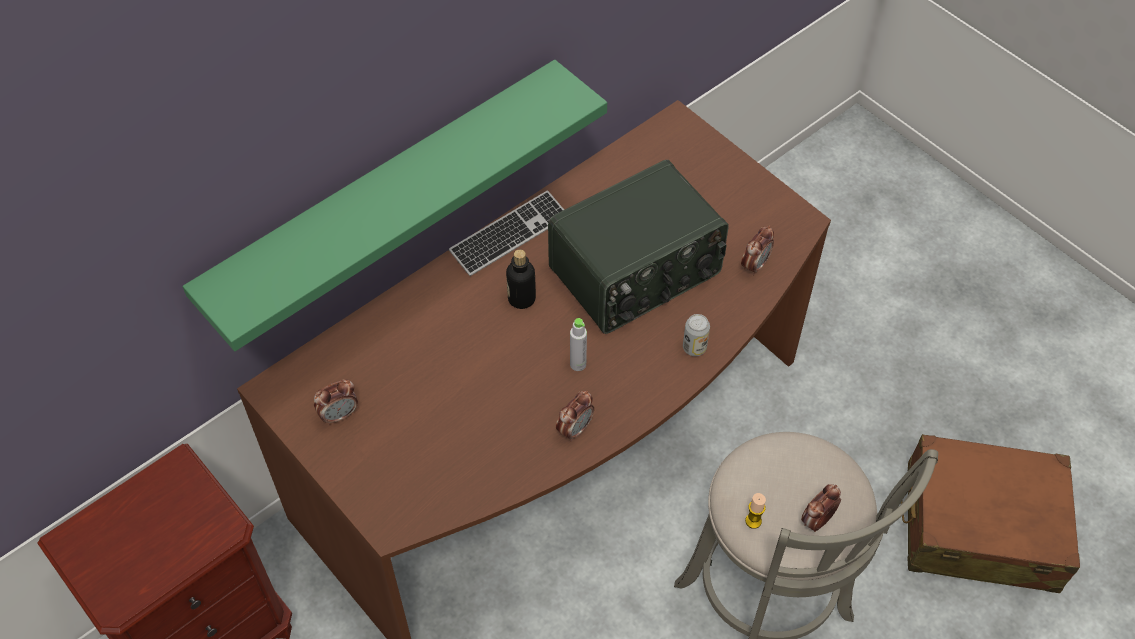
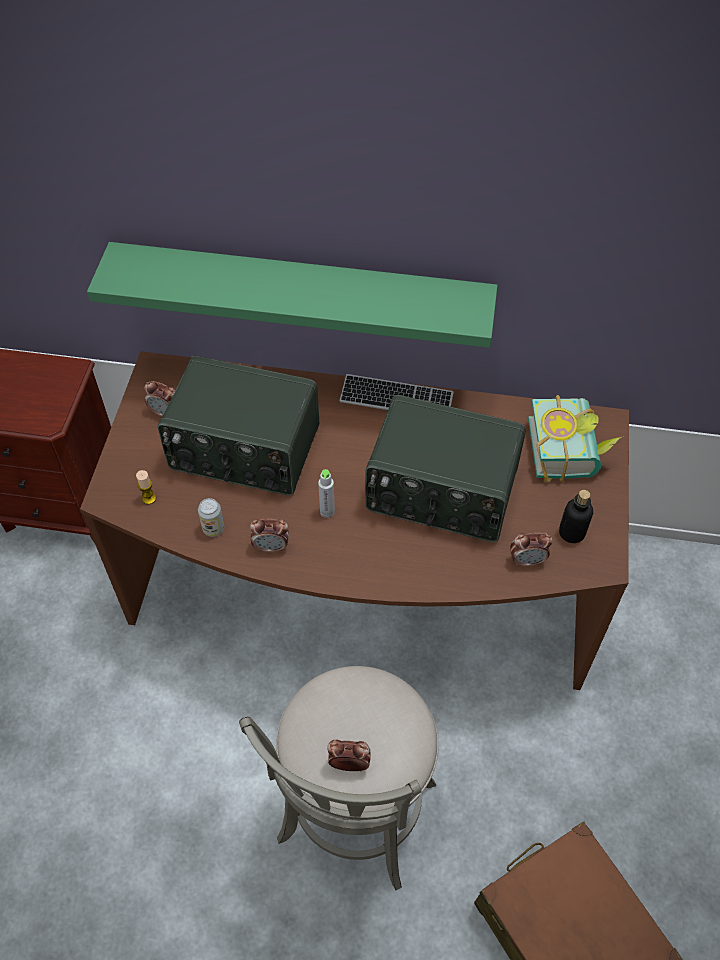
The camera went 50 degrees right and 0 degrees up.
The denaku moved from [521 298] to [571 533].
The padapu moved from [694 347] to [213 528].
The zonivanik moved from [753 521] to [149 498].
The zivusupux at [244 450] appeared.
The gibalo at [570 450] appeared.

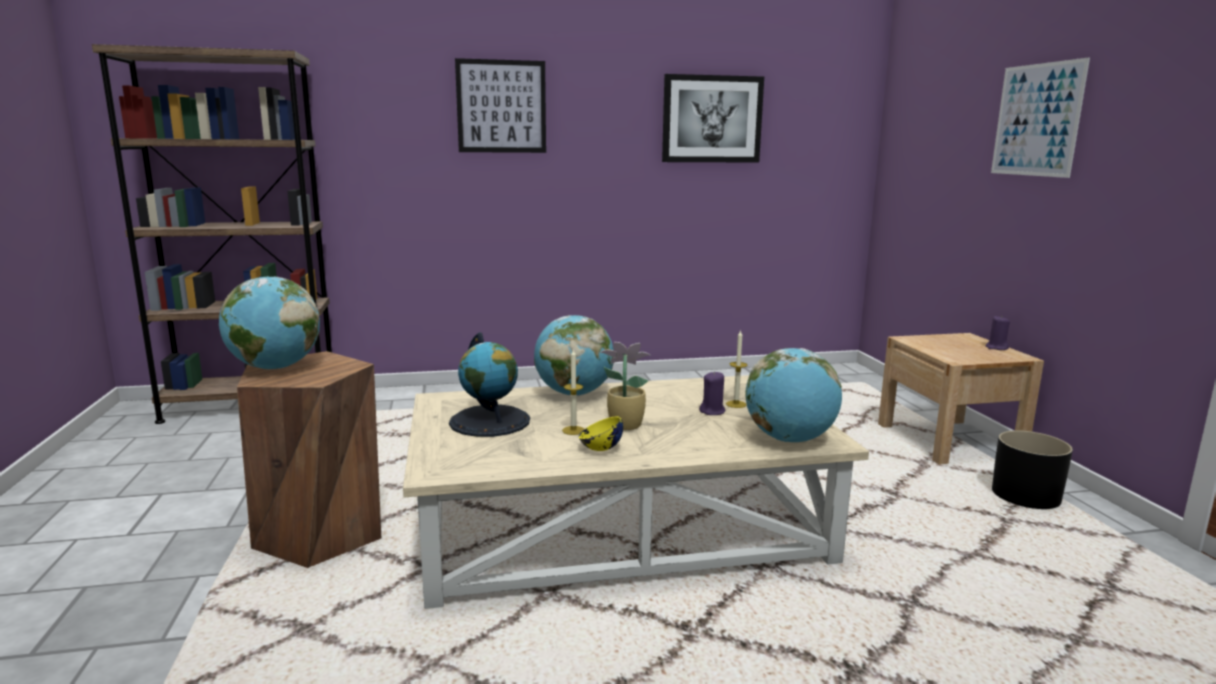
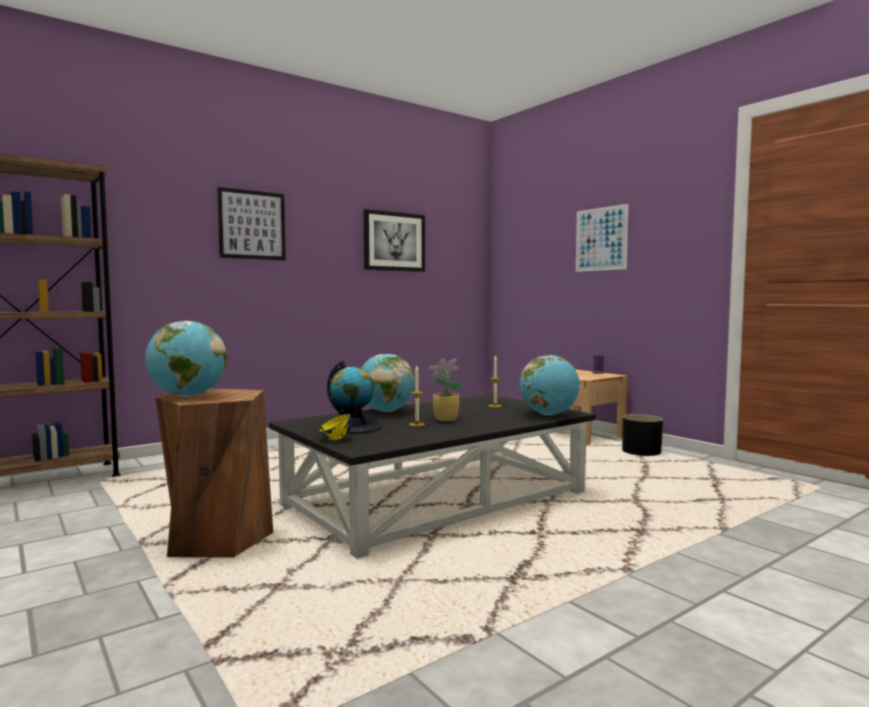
The camera went 25 degrees left and 10 degrees down.
The purple zonivanik at [712 411] disappeared.
The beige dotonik at [621 525] became the black dotonik at [437 498].
The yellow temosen moved from [600 449] to [335 439].

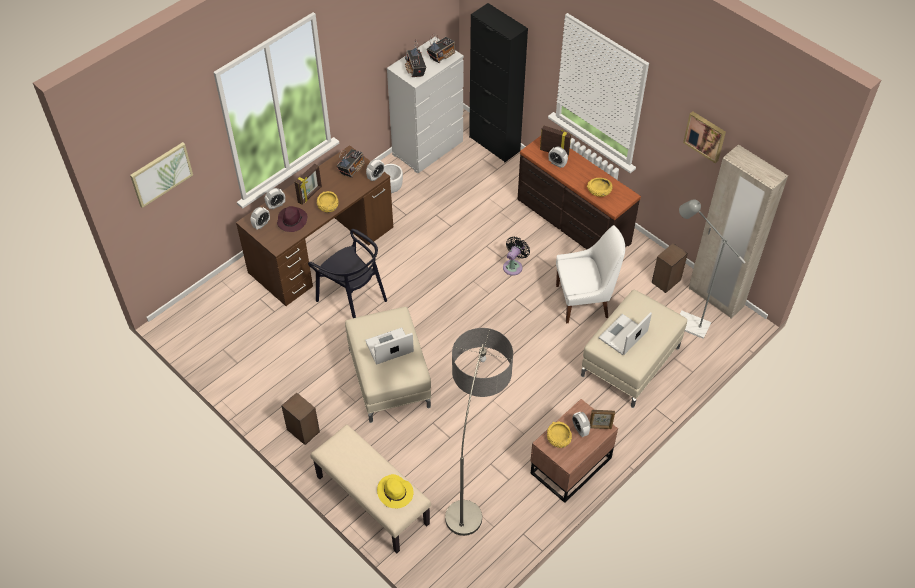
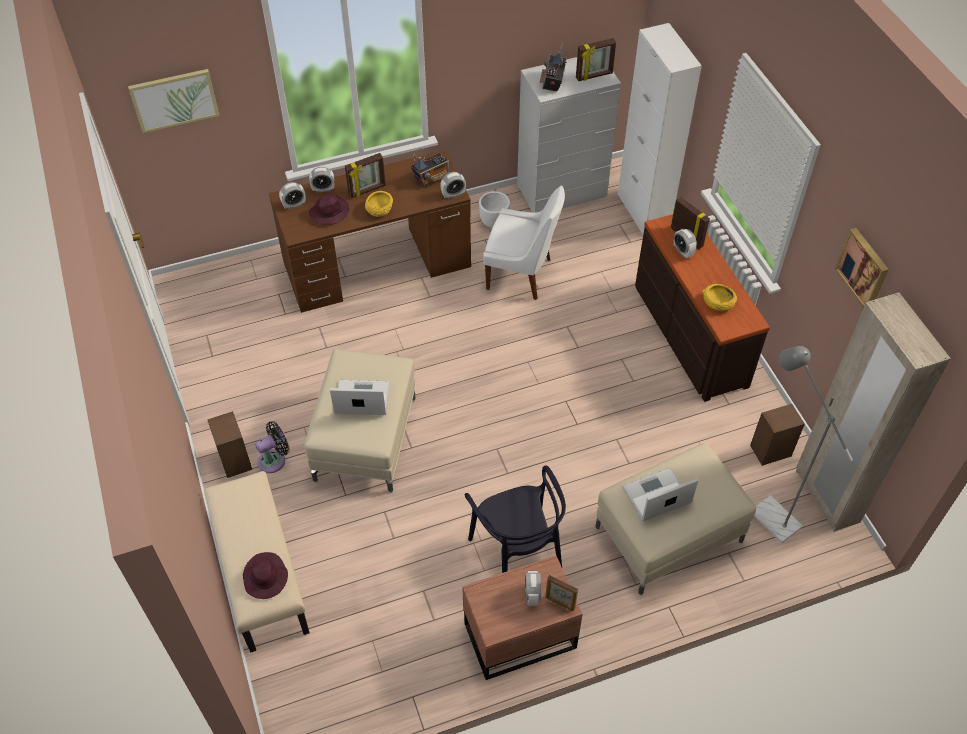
The camera went 25 degrees right and 0 degrees up.
The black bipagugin at [494 144] became the white bipagugin at [643 212].
The zivusupux at [442 56] was replaced by the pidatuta at [594 76].
The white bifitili moved from [584 301] to [521 274].
The black bifitili moved from [352 298] to [517 555].
The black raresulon moved from [514 266] to [274 460].
The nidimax at [474 479] disappeared.
The yellow temosen at [558 438] disappeared.
The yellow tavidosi at [395 493] became the purple tavidosi at [266 578].

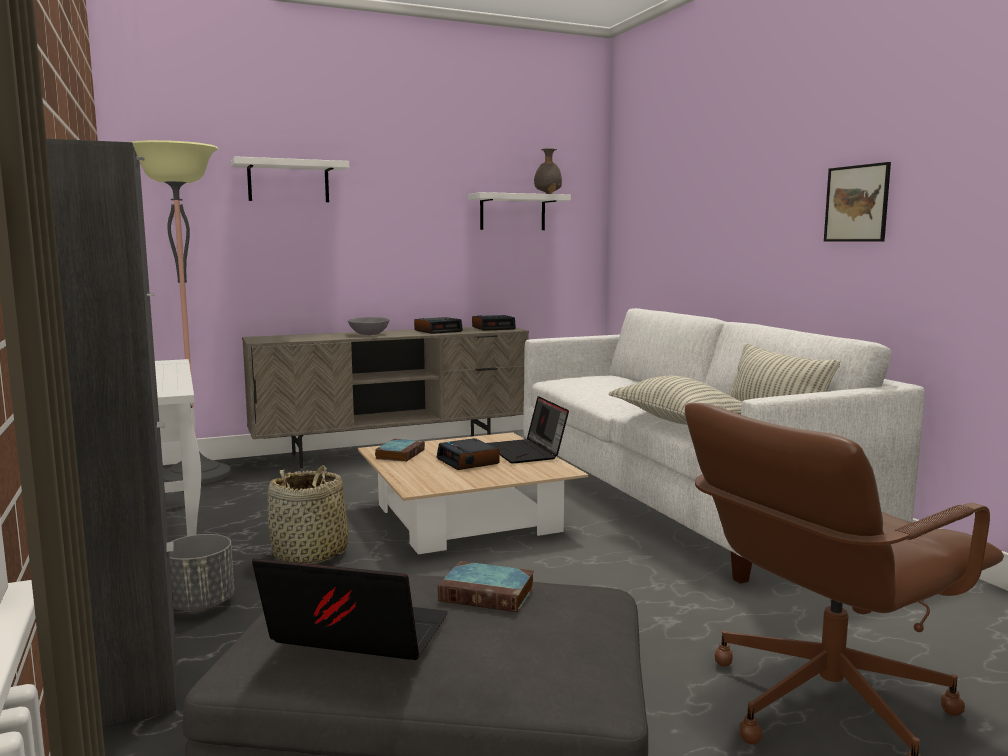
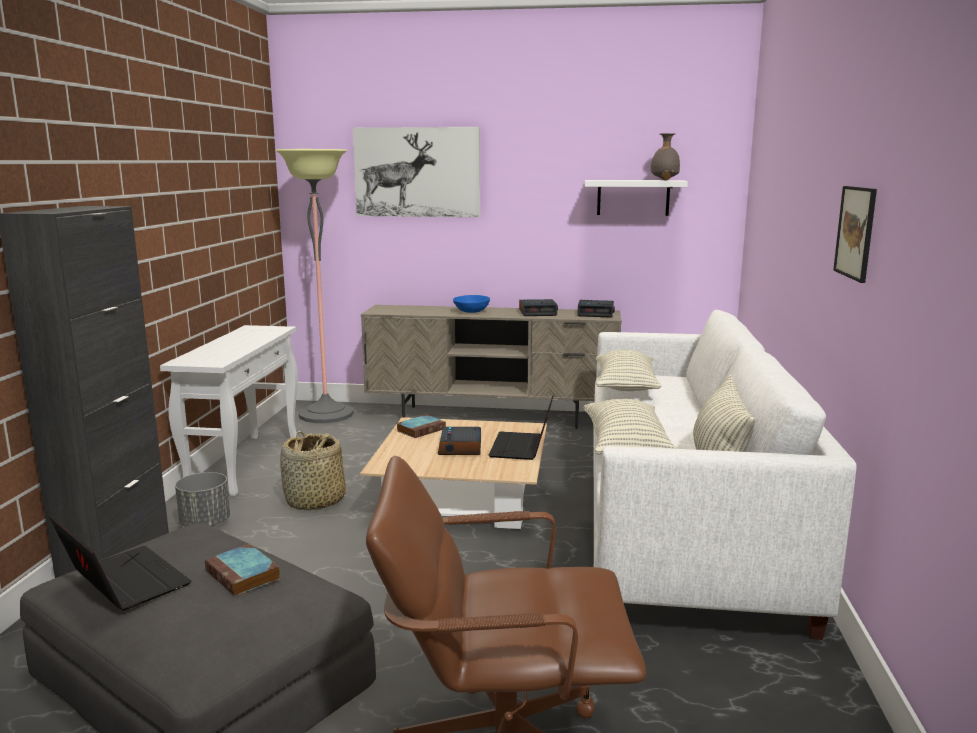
The camera went 30 degrees right and 5 degrees up.
The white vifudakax at [288 182] was replaced by the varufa at [417 172].
The grey temosen at [368 334] became the blue temosen at [471 311].
The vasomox at [625 386] appeared.

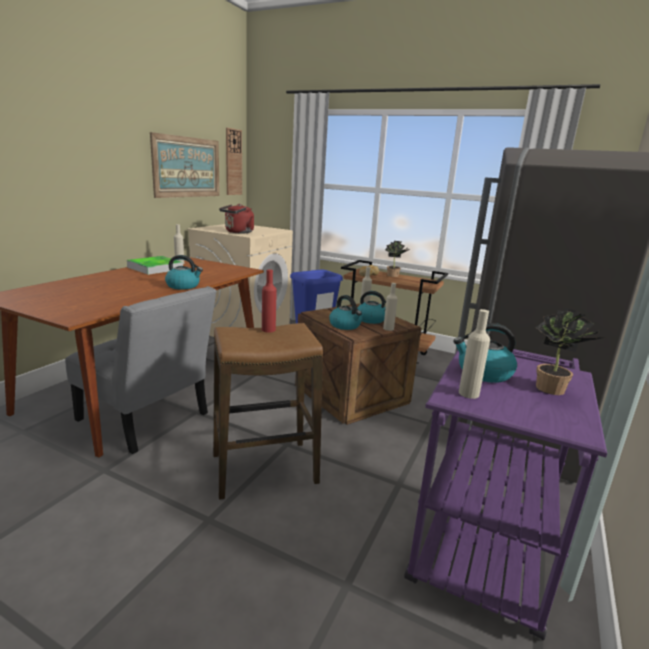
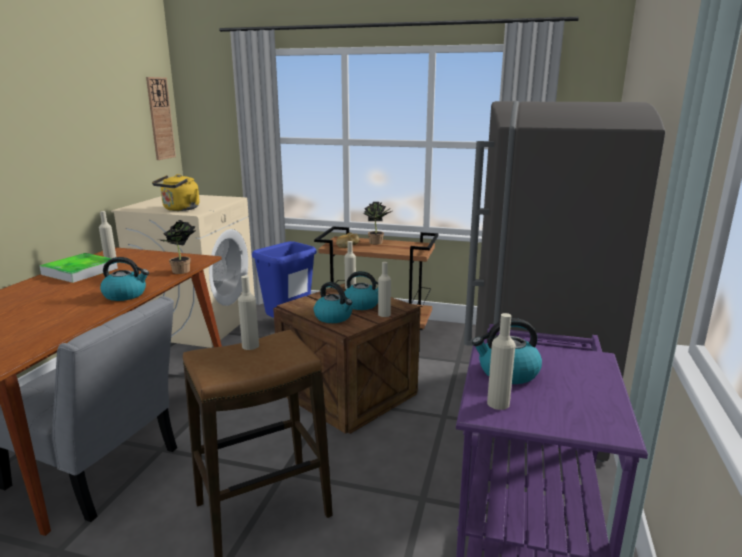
The camera went 10 degrees left and 0 degrees up.
The varufa at [187 167] disappeared.
The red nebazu at [238 232] became the yellow nebazu at [180 209].
The red denaku at [268 330] became the beige denaku at [250 346].
The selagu moved from [554 390] to [182 272].

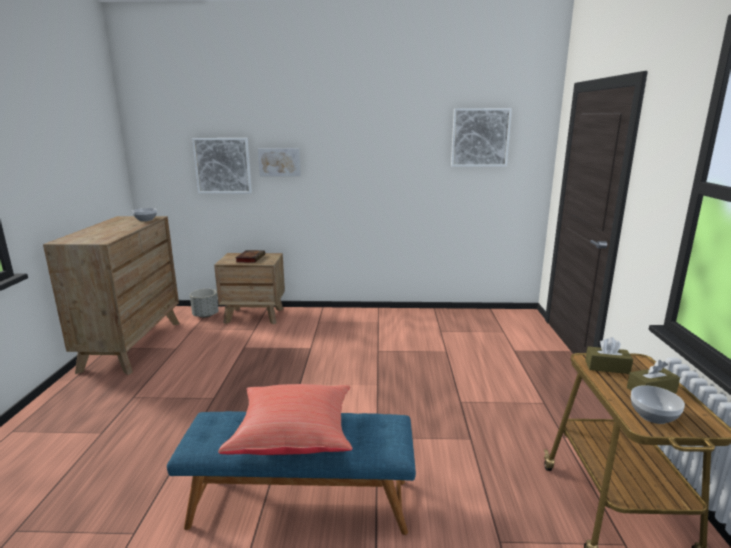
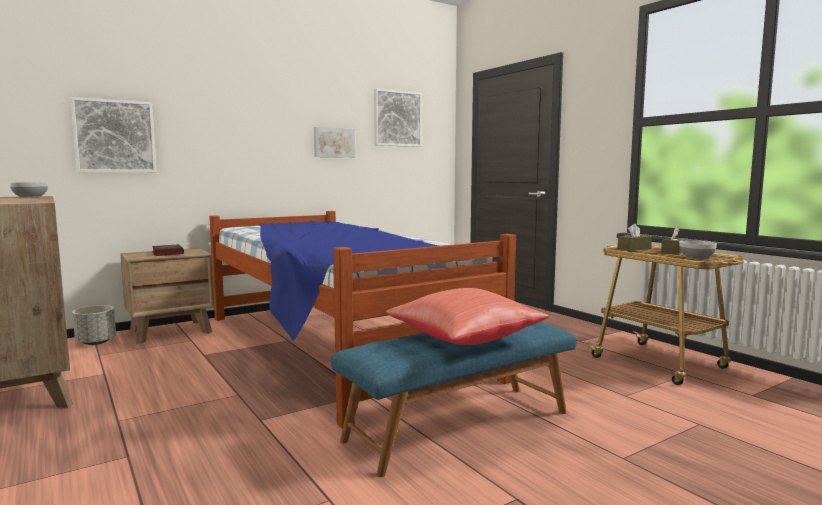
The camera went 35 degrees left and 10 degrees down.
The varufa moved from [279 161] to [334 142].
The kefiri at [335 345] appeared.

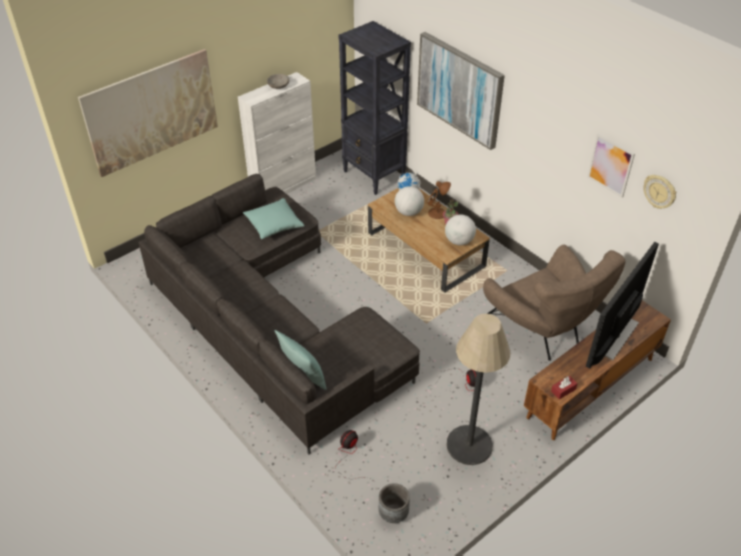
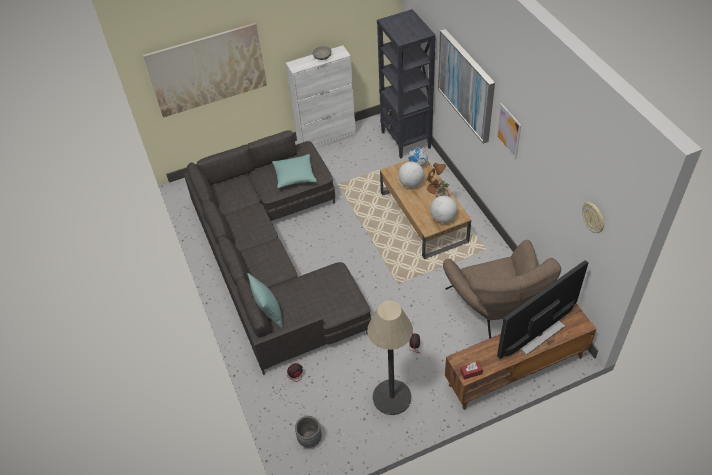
The camera went 20 degrees right and 5 degrees up.
The varufa moved from [610 165] to [508 131].

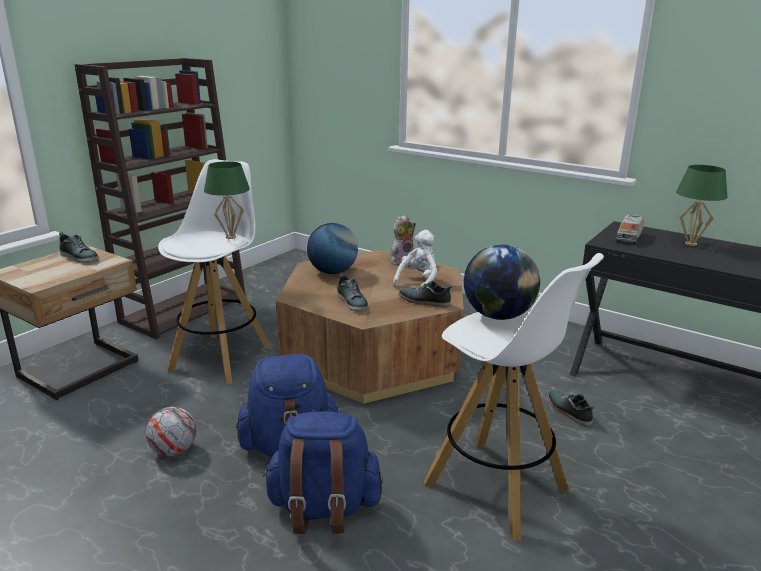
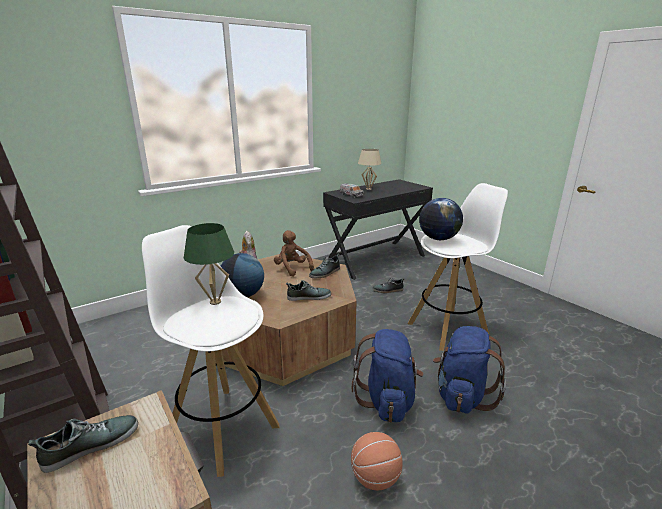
The camera went 70 degrees left and 0 degrees up.
The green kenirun at [691 244] became the beige kenirun at [368 189].
The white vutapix at [418 281] became the brown vutapix at [292 268].
The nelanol at [173 450] was replaced by the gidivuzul at [375 477].

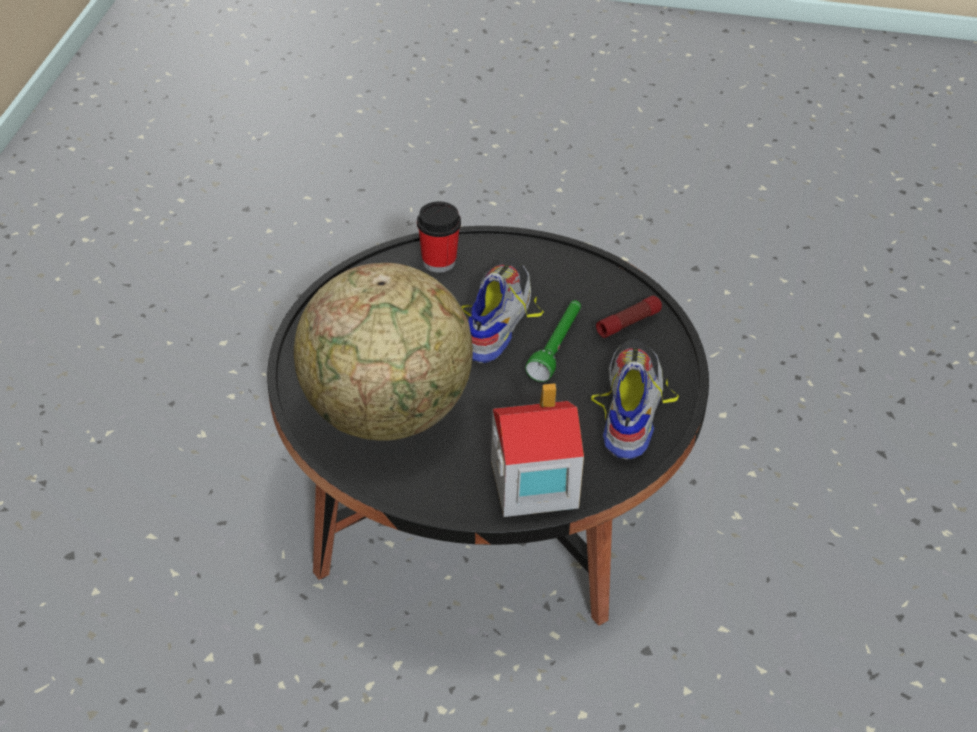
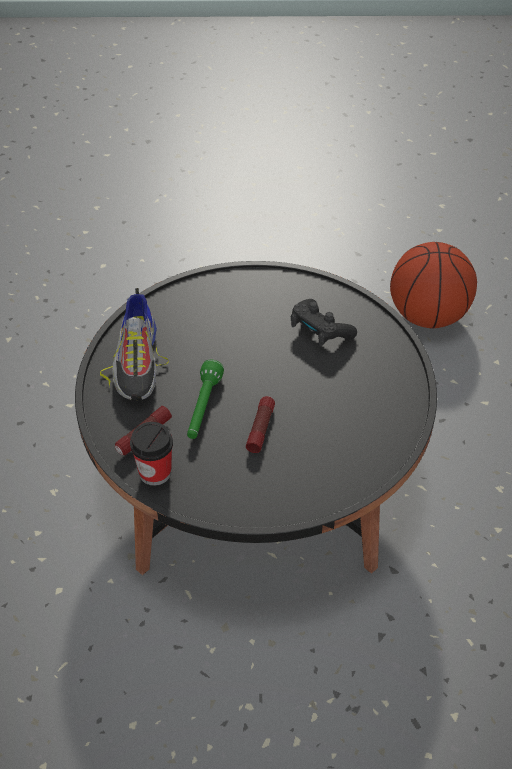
The camera went 170 degrees right and 5 degrees up.
The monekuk moved from [439 261] to [155 472].
The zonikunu at [496 316] was replaced by the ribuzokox at [260 429].
The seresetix at [387 414] was replaced by the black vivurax at [319 331].
The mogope at [532 484] disappeared.
The gidivuzul at [427 316] appeared.

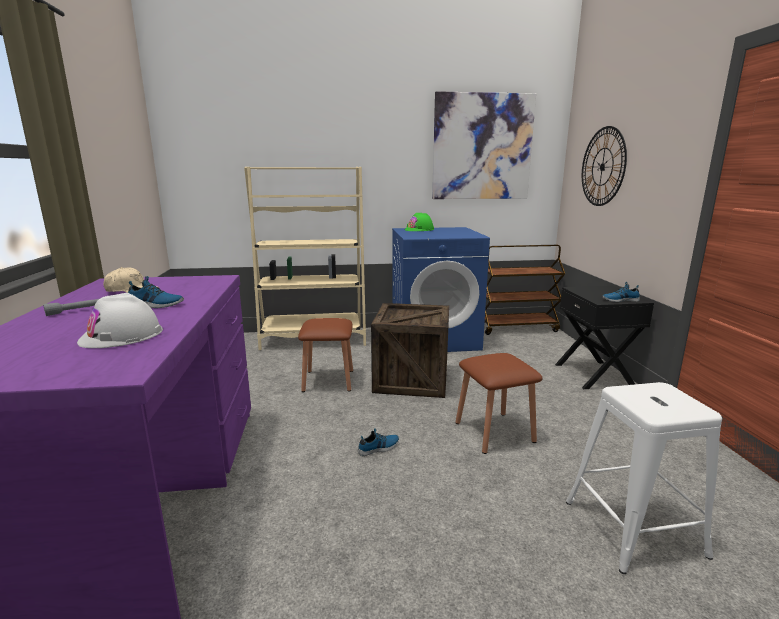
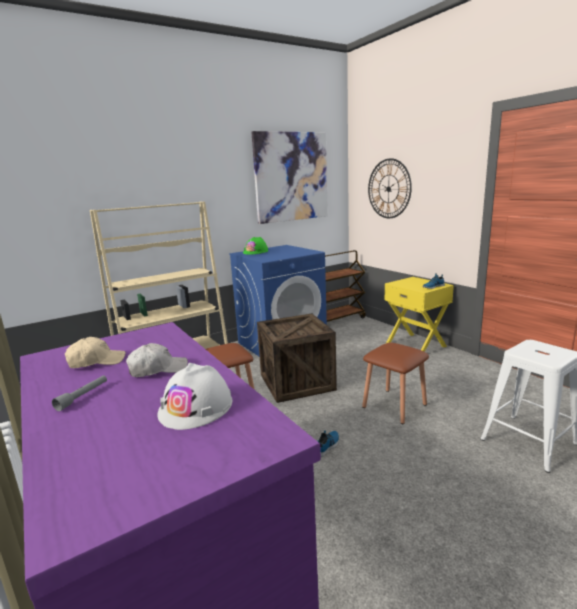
The camera went 25 degrees left and 0 degrees up.
The zonikunu at [155 305] was replaced by the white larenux at [157 369].
The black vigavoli at [594 374] became the yellow vigavoli at [416 344].

